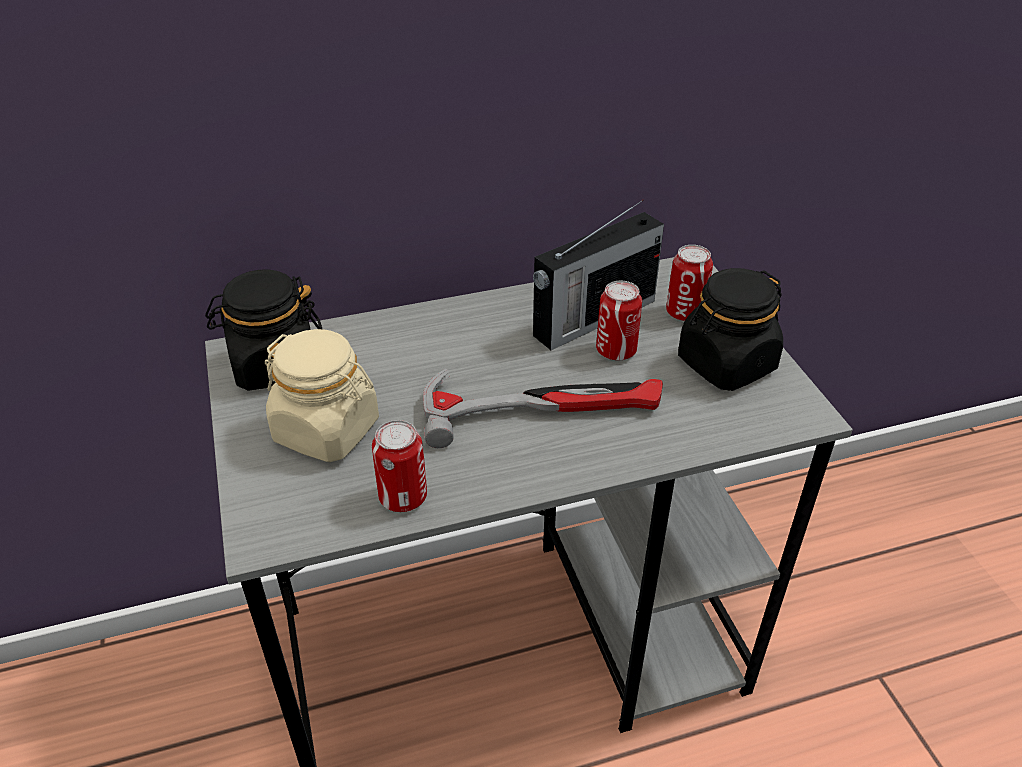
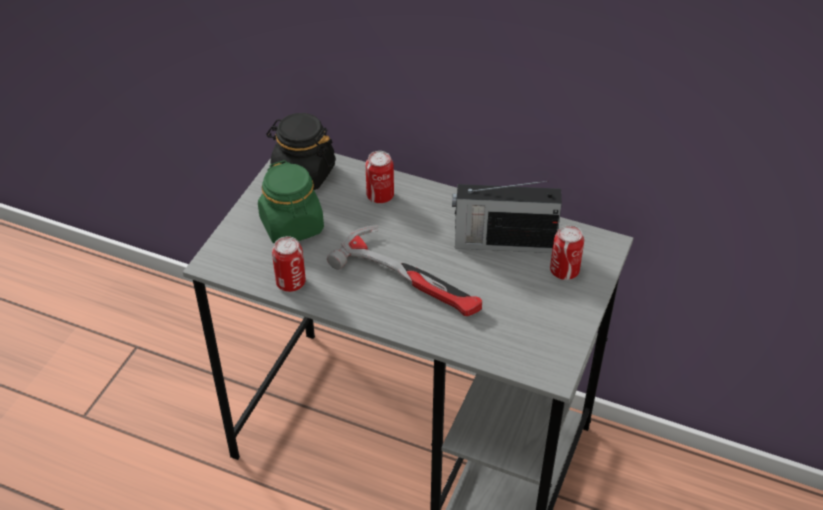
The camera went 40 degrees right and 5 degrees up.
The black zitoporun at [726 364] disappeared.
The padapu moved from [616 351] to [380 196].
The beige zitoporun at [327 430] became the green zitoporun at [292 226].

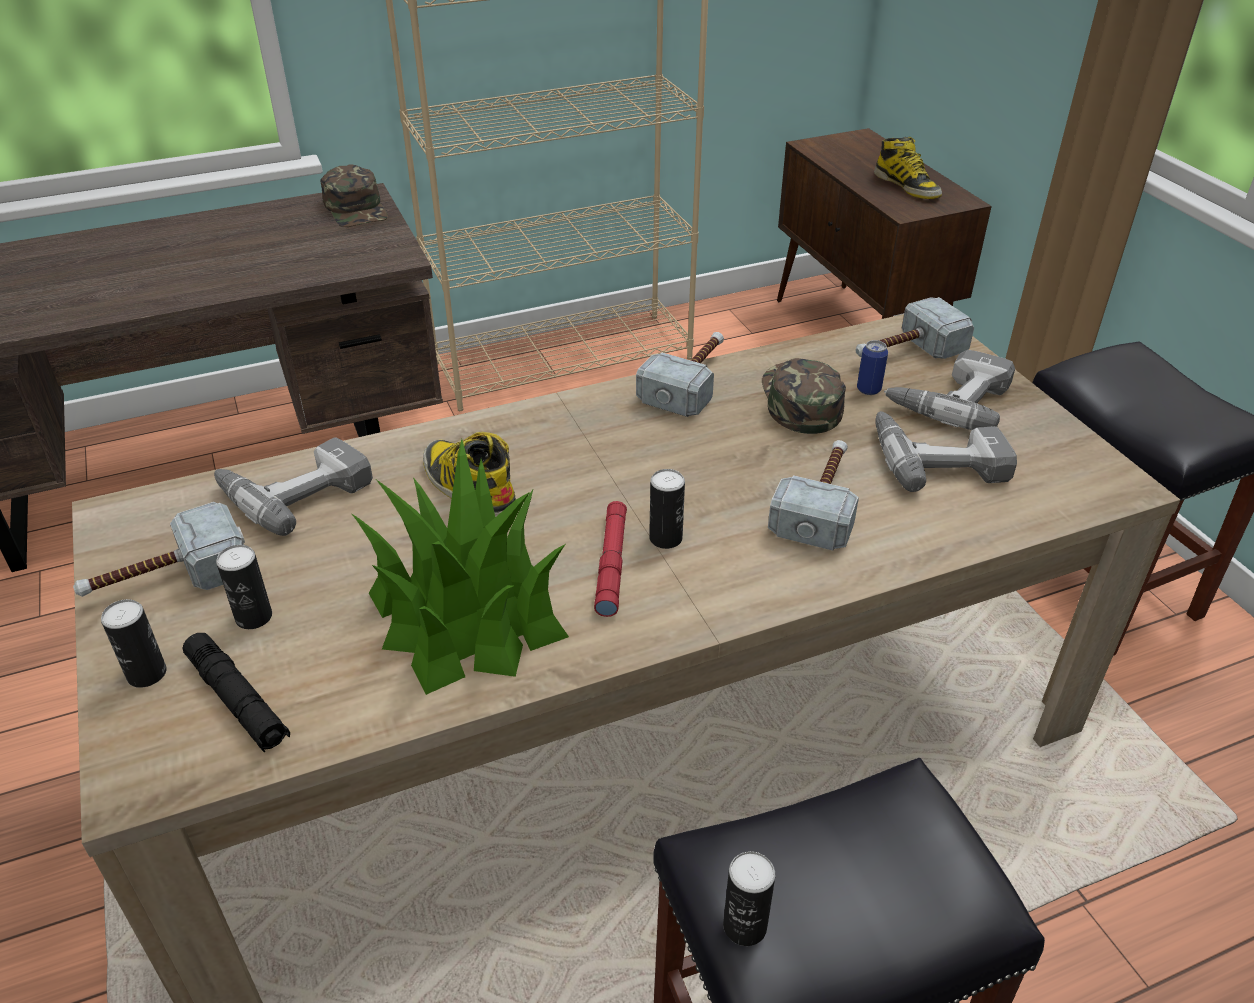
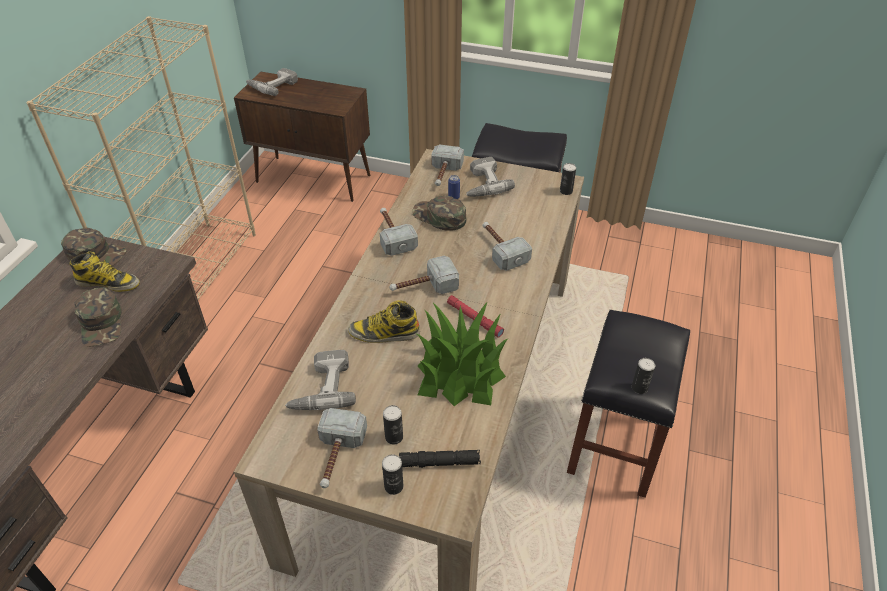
The camera went 50 degrees left and 5 degrees up.
The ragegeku moved from [907 186] to [108 283].
The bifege moved from [937 457] to [272 85].
The padapu moved from [665 538] to [566 191].
The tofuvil at [423 287] appeared.
The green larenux at [101 322] appeared.

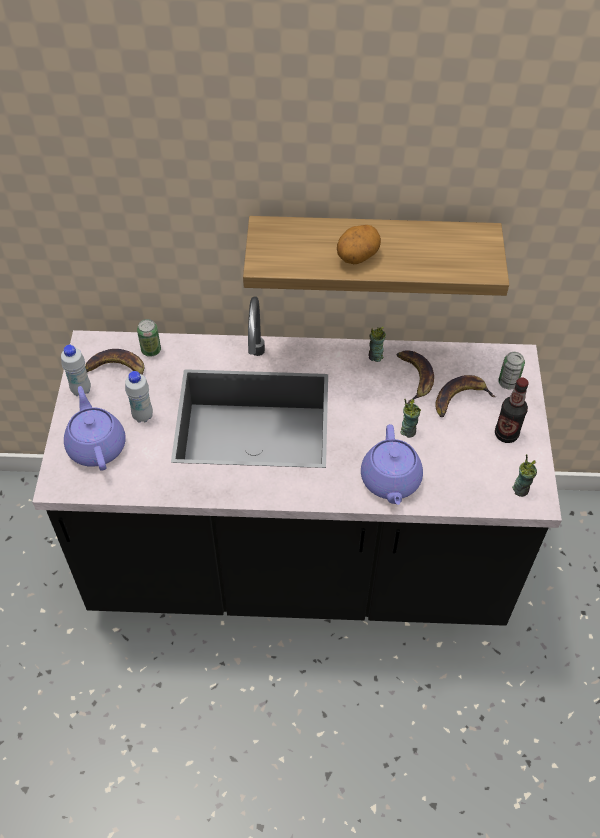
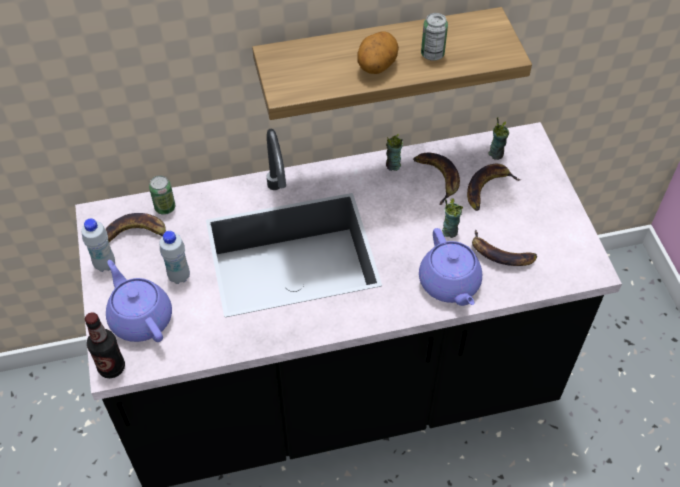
The camera went 15 degrees left and 0 degrees up.
The padapu moved from [508 383] to [432 54].
The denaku moved from [506 434] to [112 367].
The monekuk moved from [520 489] to [496 154].
The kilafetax at [500 254] appeared.

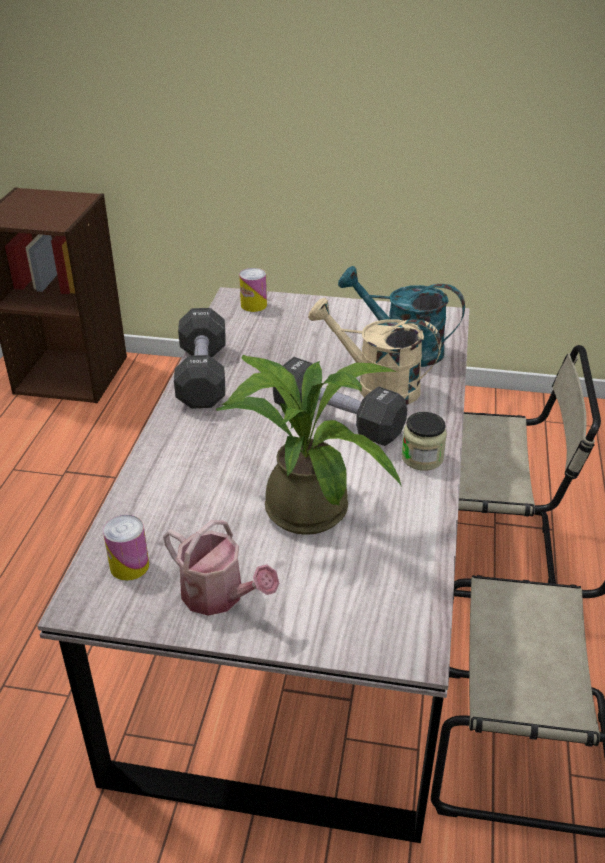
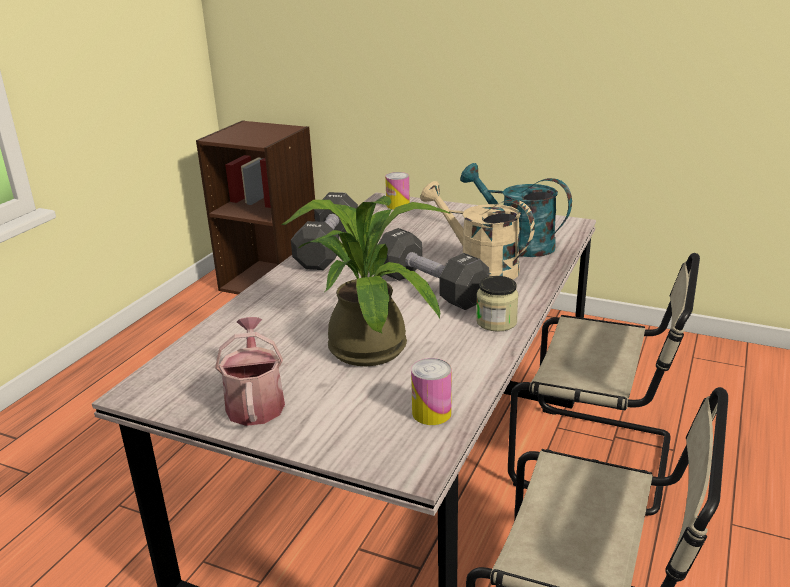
The camera went 15 degrees right and 10 degrees down.
The padapu moved from [129 566] to [431 413].
The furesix at [219 596] turned 150 degrees counterclockwise.

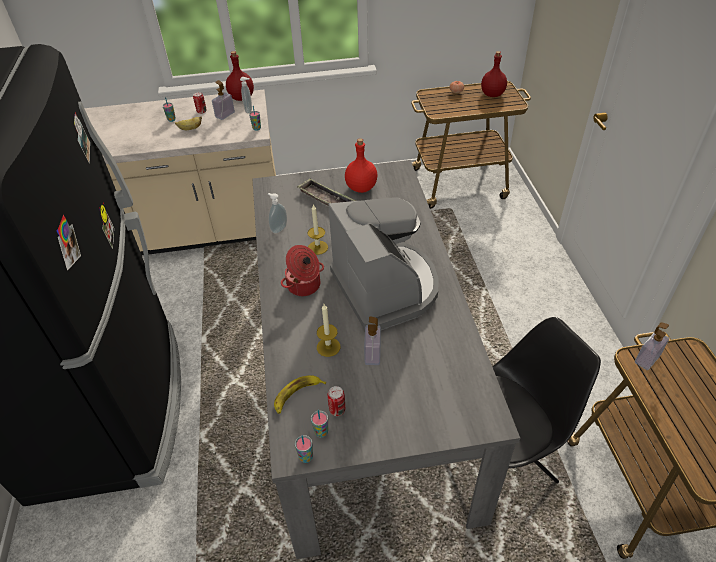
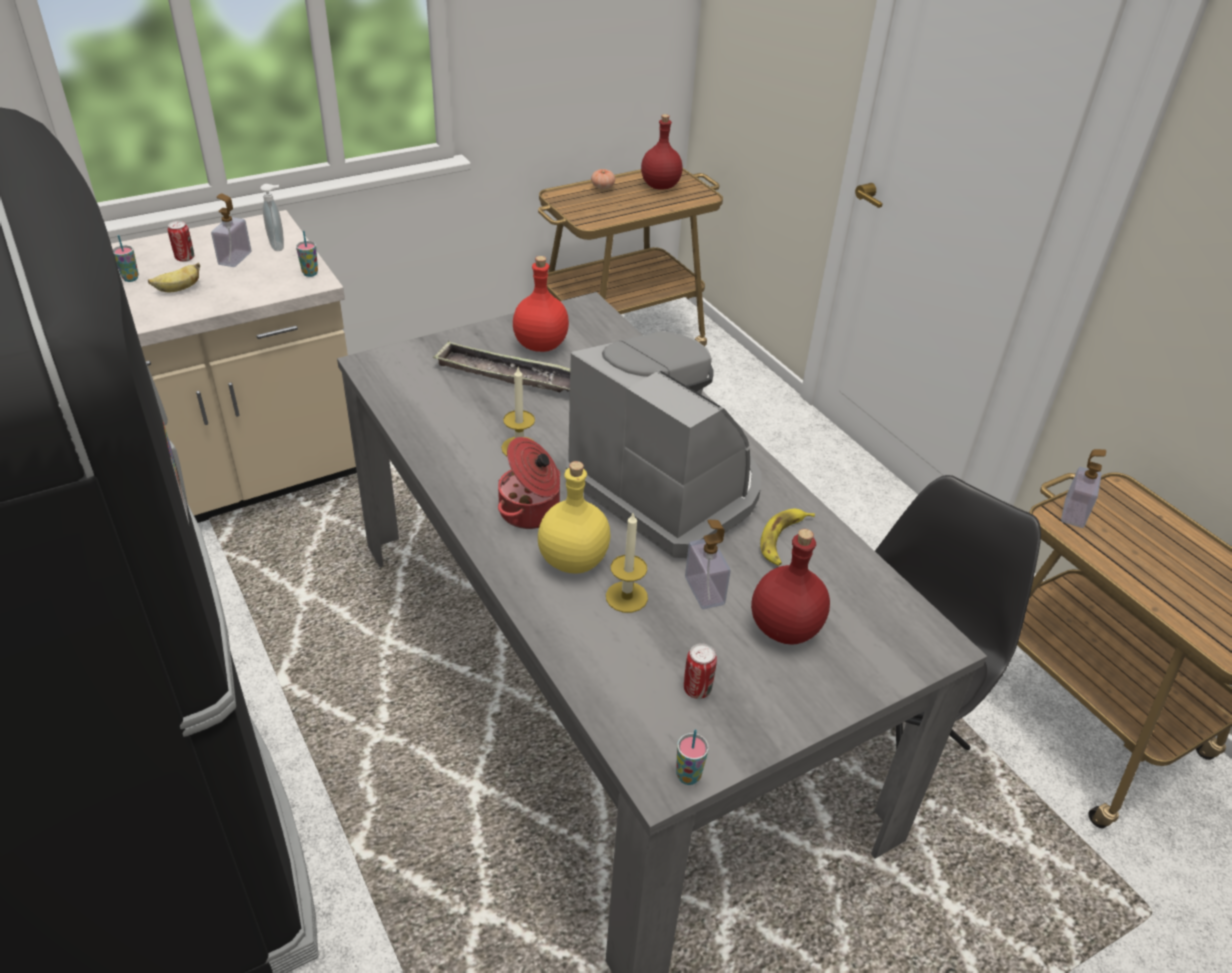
The camera went 25 degrees left and 5 degrees down.
The red denaku moved from [241 98] to [783 629].
The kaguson at [278 229] disappeared.
The kilafetax moved from [297 395] to [783 540].
The monekuk at [321 432] disappeared.
The yellow denaku at [574 561] appeared.

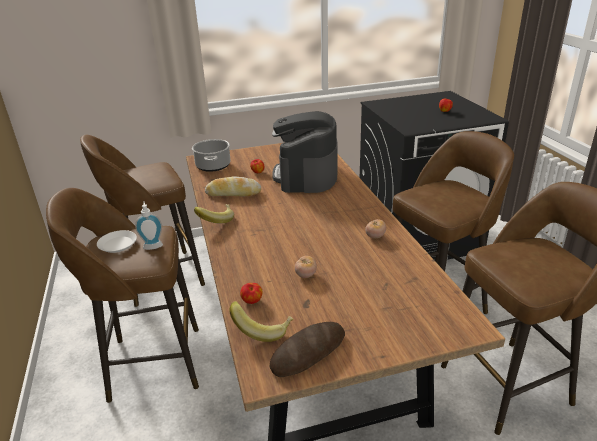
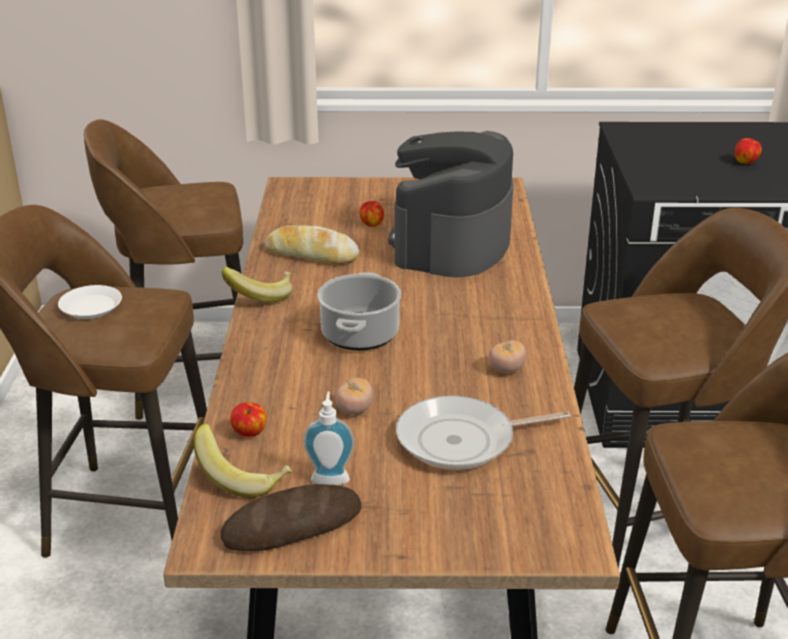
The camera went 15 degrees right and 0 degrees up.
The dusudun moved from [213 165] to [359 334].
The kaguson moved from [153 245] to [330 477].
The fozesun at [462 440] appeared.

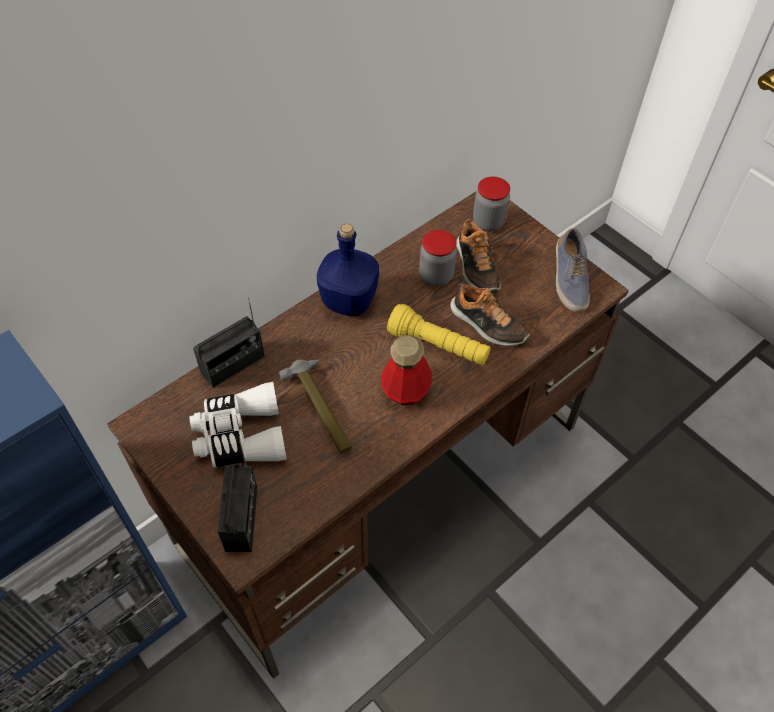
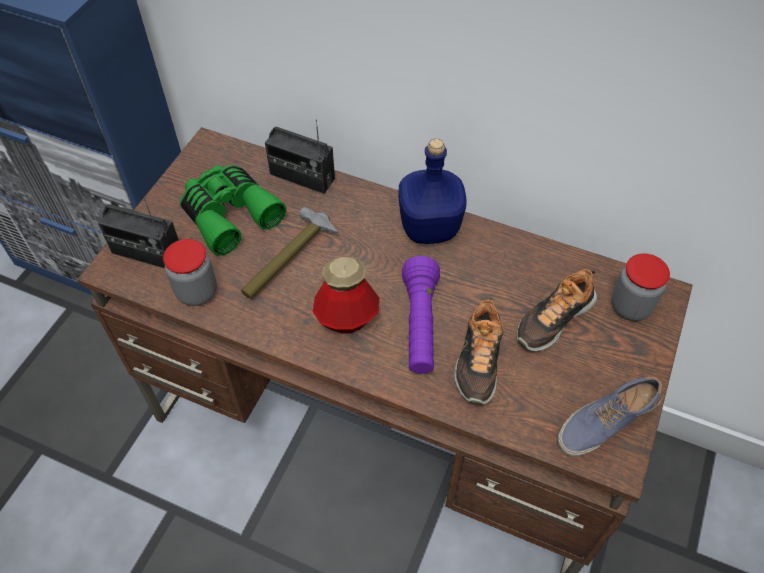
The camera went 65 degrees right and 0 degrees up.
The zitoporun moved from [436 276] to [197 292].
The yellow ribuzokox at [438 346] became the purple ribuzokox at [420 325].
The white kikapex at [240 436] became the green kikapex at [229 214].
The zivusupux at [242 519] turned 45 degrees clockwise.

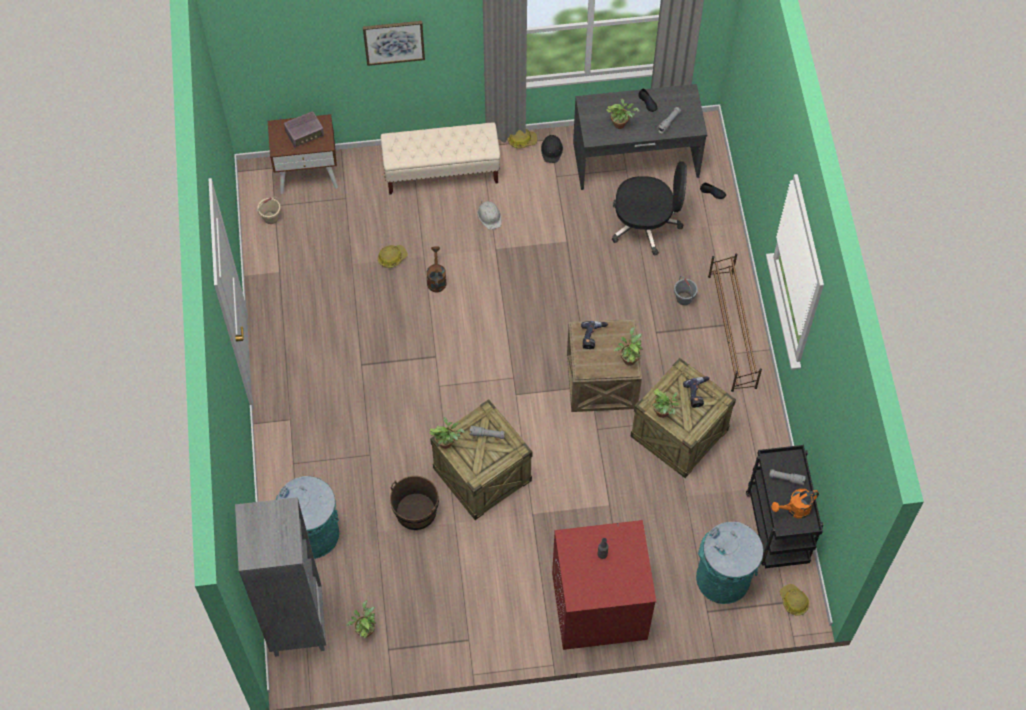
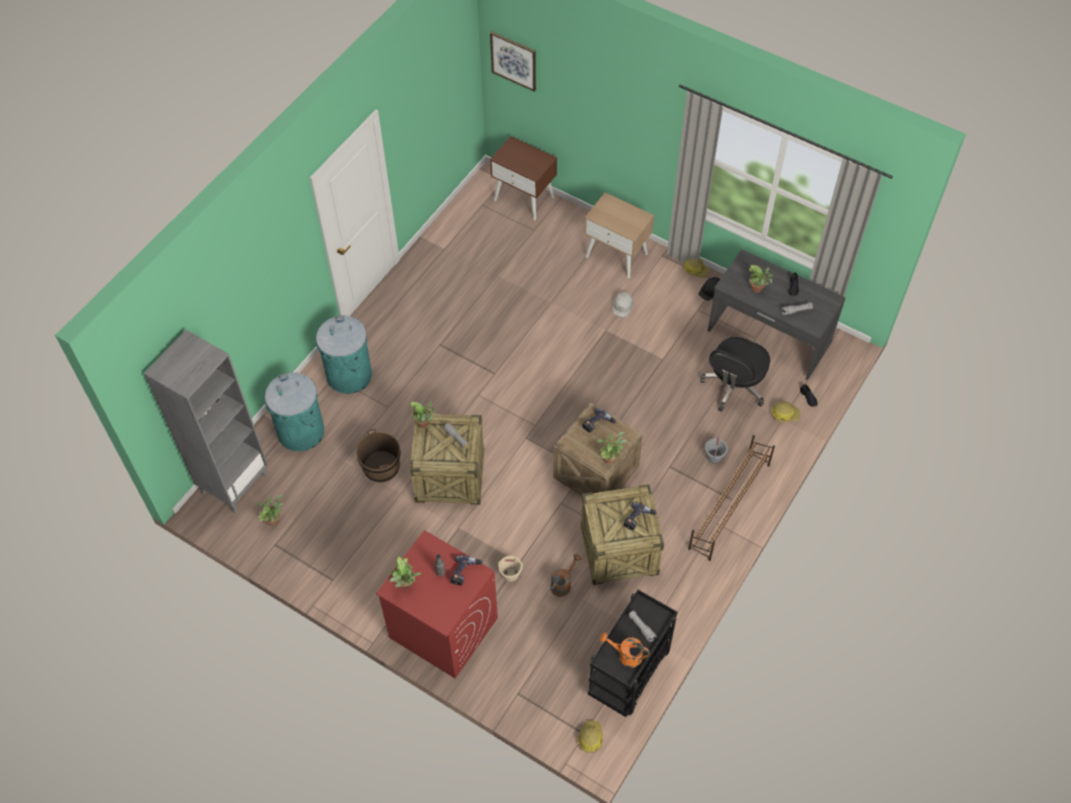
The camera went 40 degrees right and 5 degrees down.
The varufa moved from [394 42] to [514 60].
The zivusupux at [305 134] disappeared.
The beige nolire at [442 172] was replaced by the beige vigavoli at [617 255].
The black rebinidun at [646 225] turned 75 degrees clockwise.
The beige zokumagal moved from [271 217] to [510 574].
The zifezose moved from [392 258] to [784 414].
The brown furesix moved from [436 279] to [563 583].
The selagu moved from [663 413] to [405 585].
The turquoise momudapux moved from [723 579] to [349 375].
The bifege at [465 572] appeared.

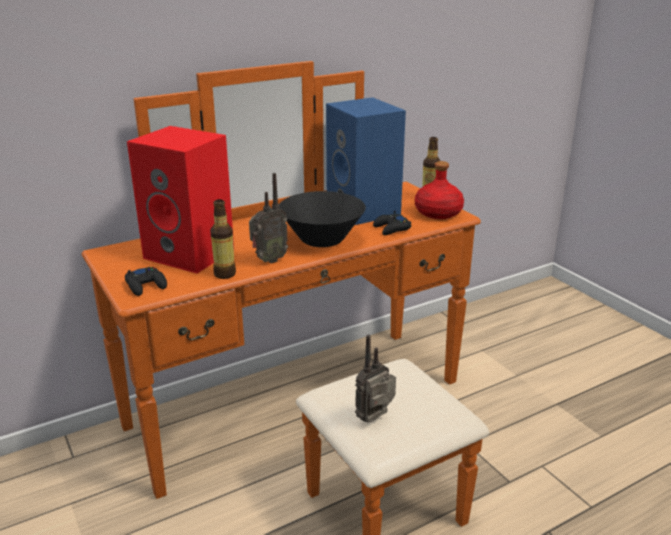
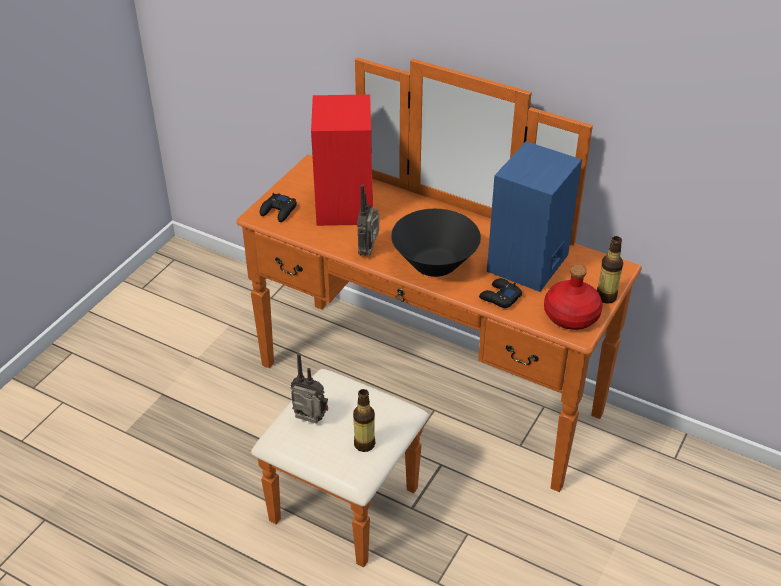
The camera went 60 degrees right and 15 degrees up.
The zivusupux at [268 260] turned 75 degrees clockwise.
The denaku moved from [224 274] to [364 444].

